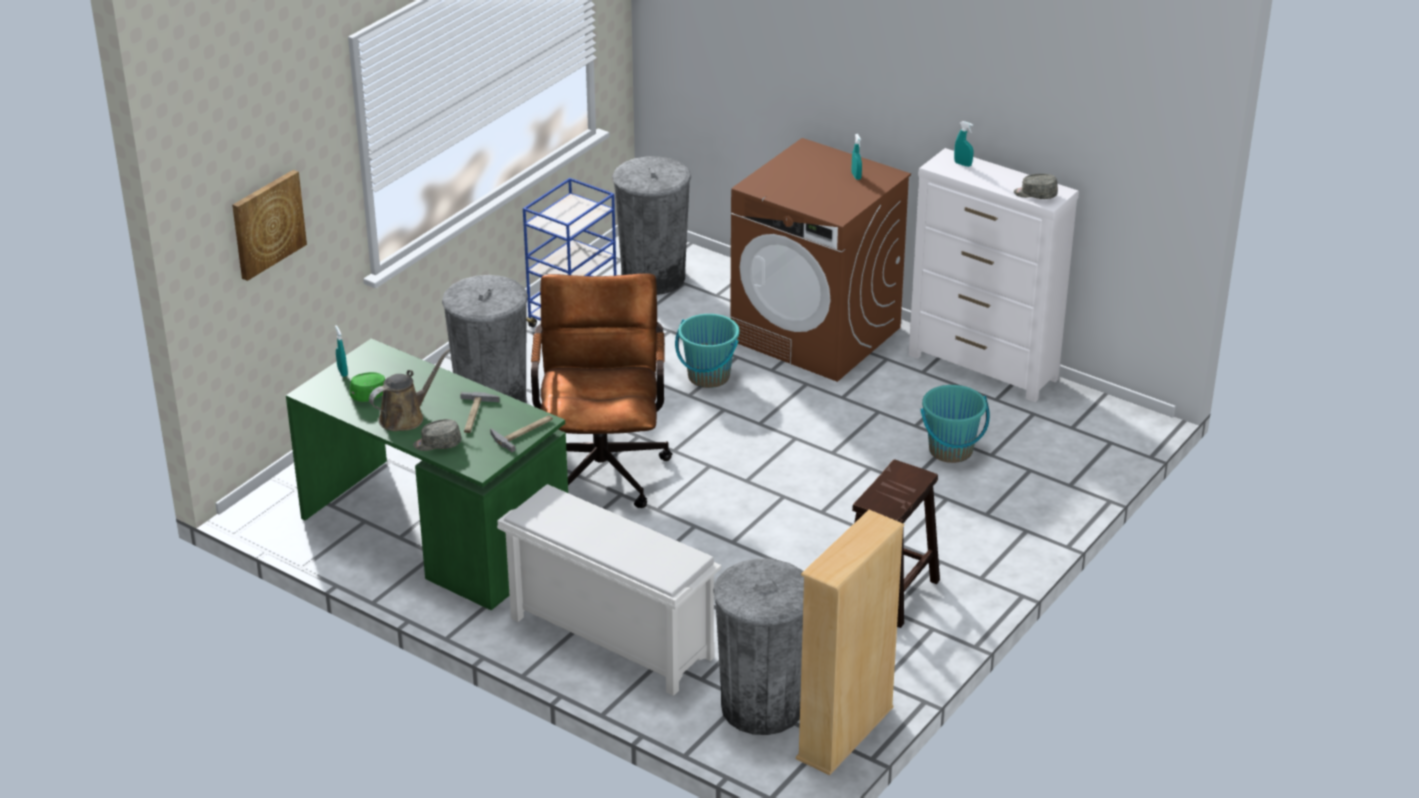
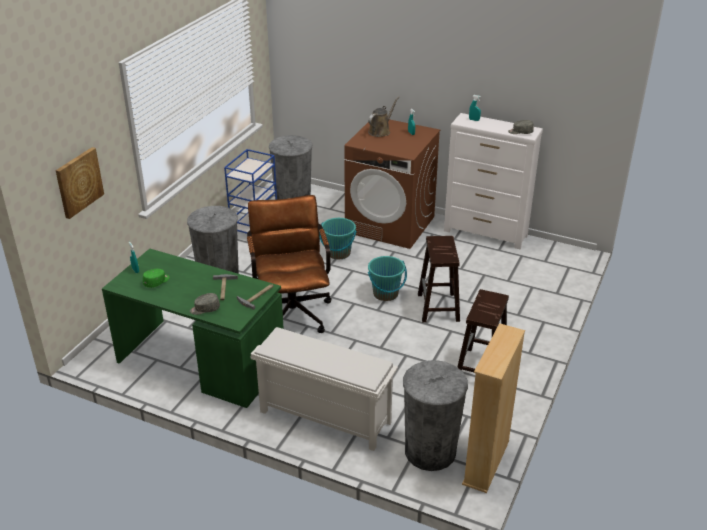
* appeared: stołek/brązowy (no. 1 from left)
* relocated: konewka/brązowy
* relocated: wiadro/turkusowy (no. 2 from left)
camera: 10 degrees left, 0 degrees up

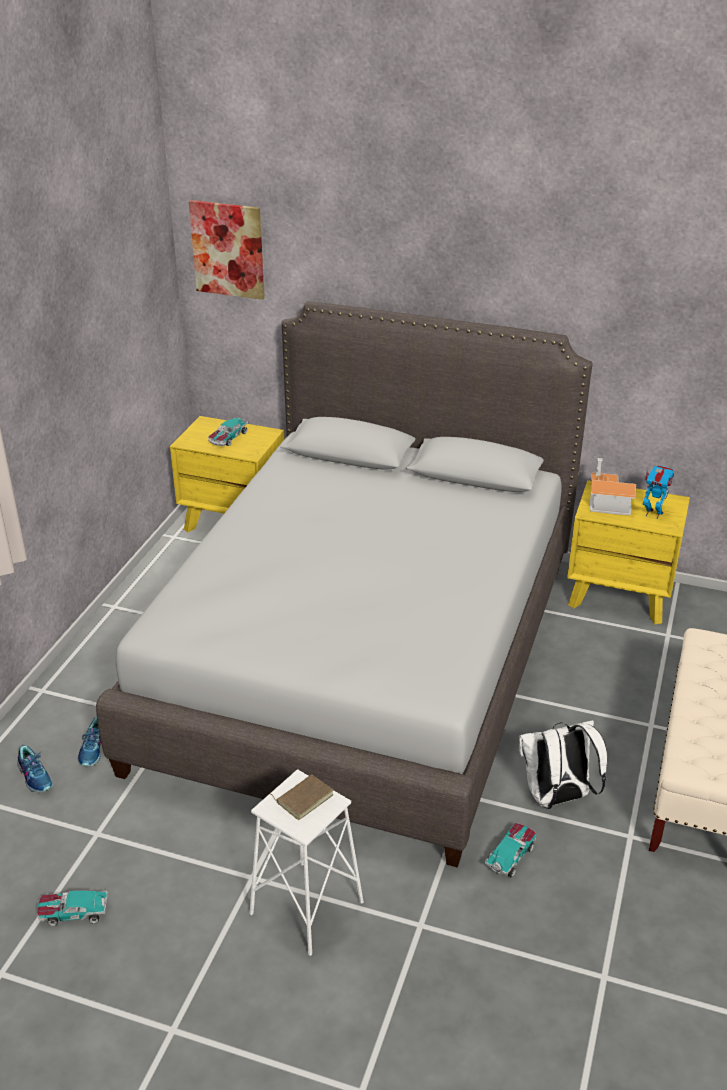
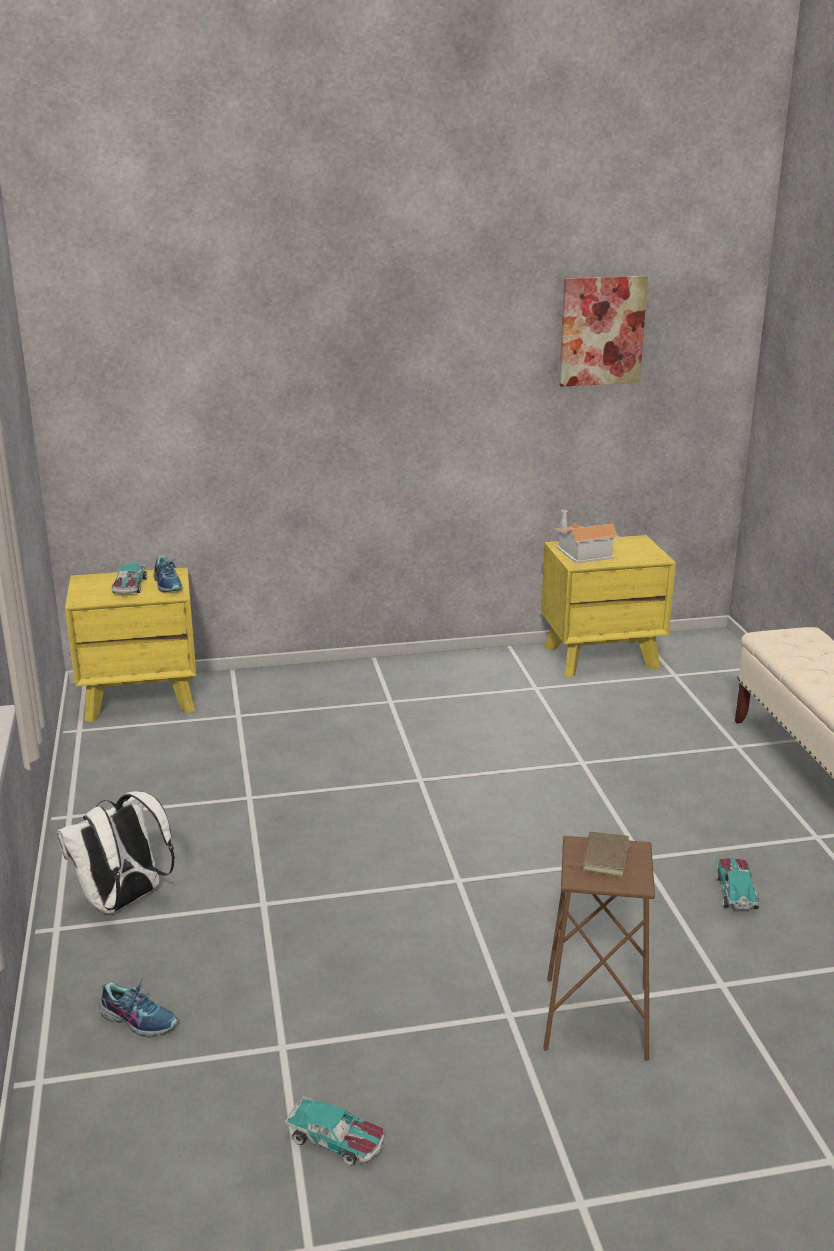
* missing: łóżko/szary
* missing: robot zabawkowy
* relocated: but (no. 2 from left)
* relocated: obraz
* relocated: plecak/biały
* colour: stołek/biały to stołek/brązowy
* spun: samochodzik (no. 1 from left in the first image) 120 degrees counterclockwise
camera: 30 degrees left, 10 degrees down

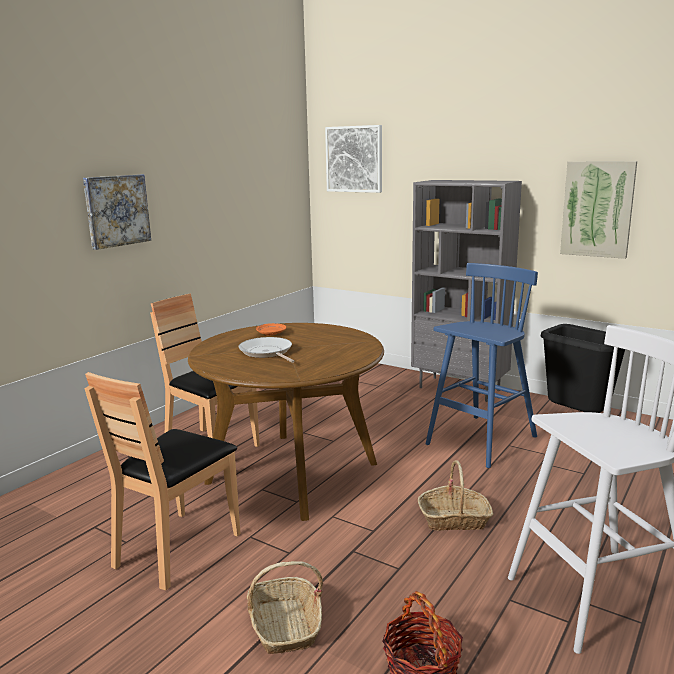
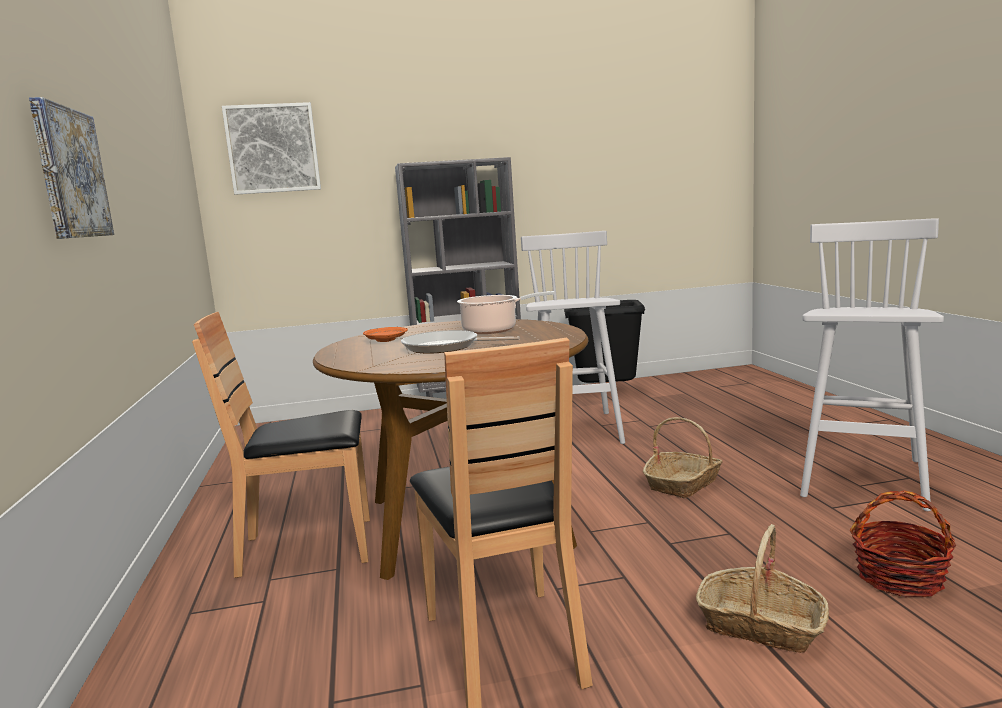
* missing: obraz (no. 3 from left)
* appeared: garnek
* colour: stołek/niebieski to stołek/biały (no. 1 from left)
camera: 45 degrees left, 5 degrees down

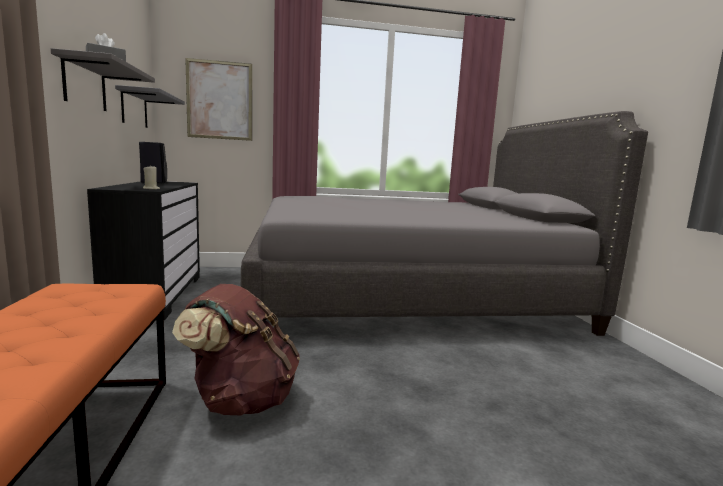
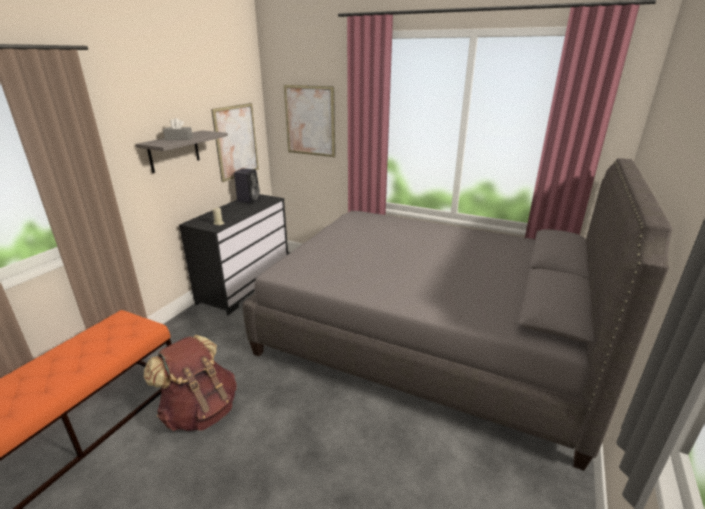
* exchanged: półka/szary (no. 2 from left) to obraz (no. 1 from left)
camera: 35 degrees right, 15 degrees up

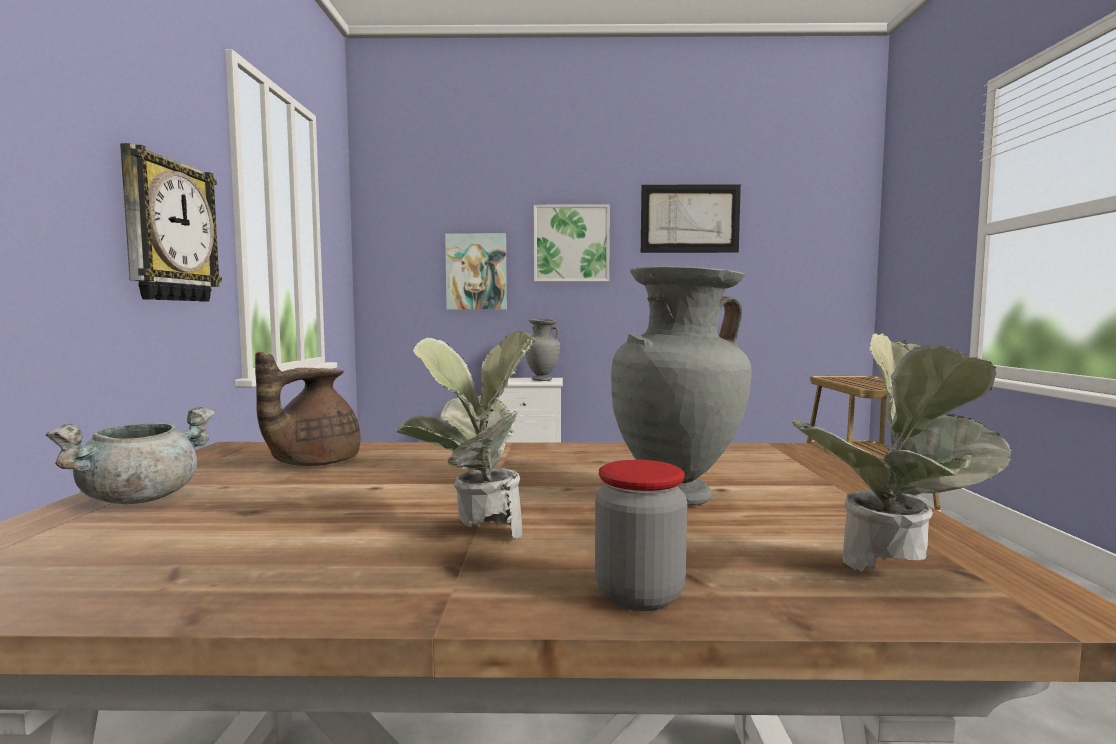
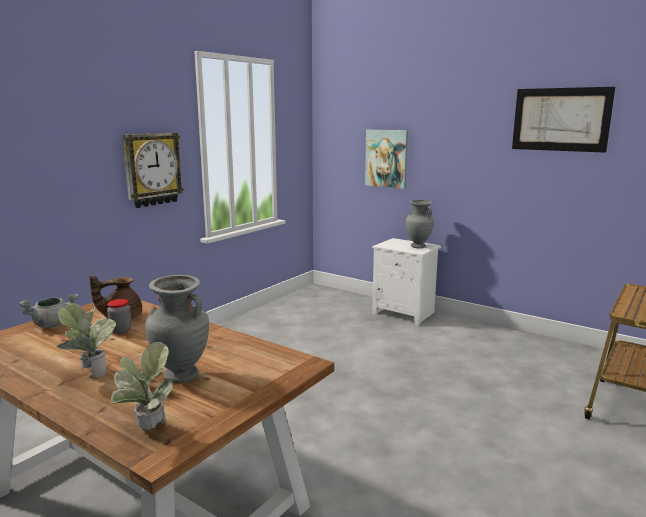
* missing: obraz (no. 2 from left)
* relocated: słoik
camera: 35 degrees right, 10 degrees up

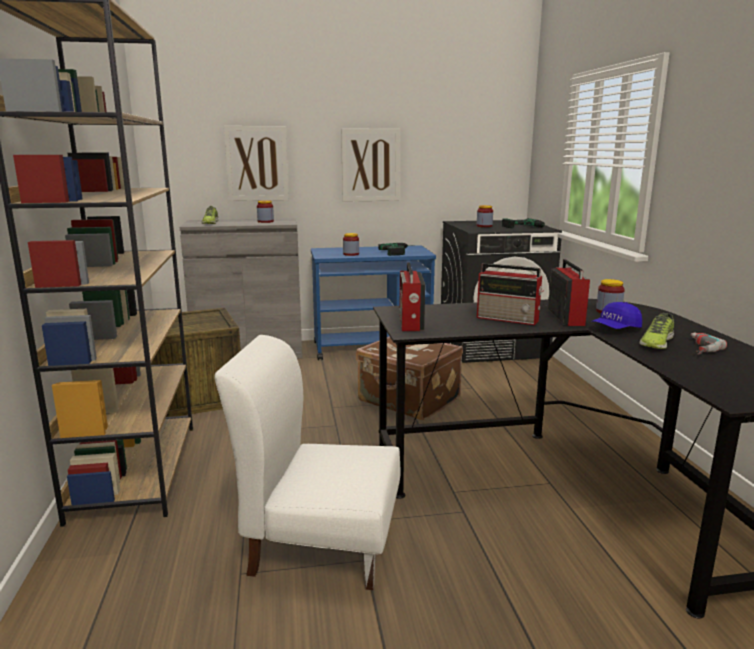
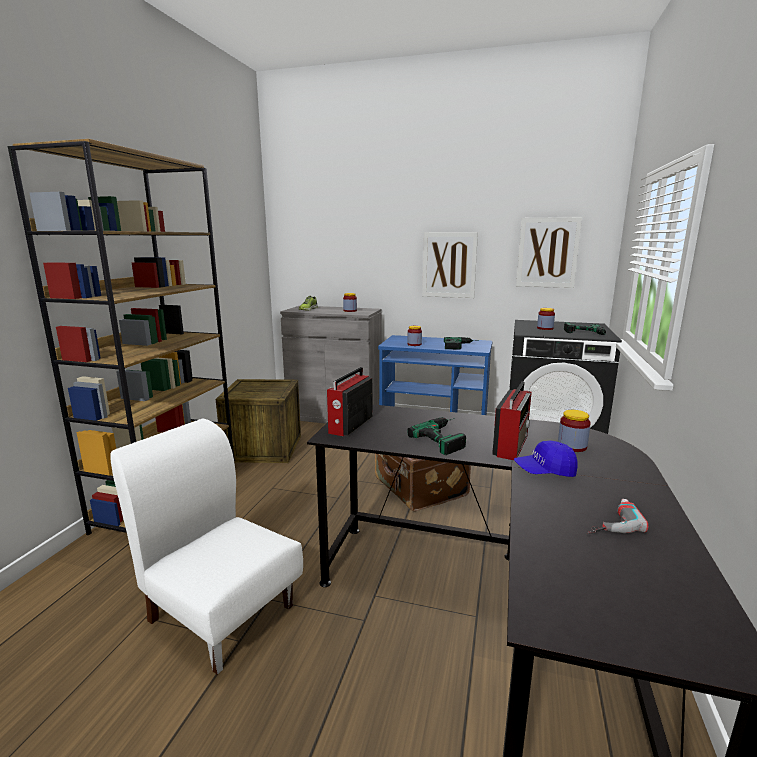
* missing: but (no. 2 from left)
* relocated: obraz (no. 1 from left in the first image) to obraz (no. 2 from left)
* exchanged: radio (no. 2 from left) to wiertarka (no. 1 from left)
camera: 25 degrees right, 0 degrees up

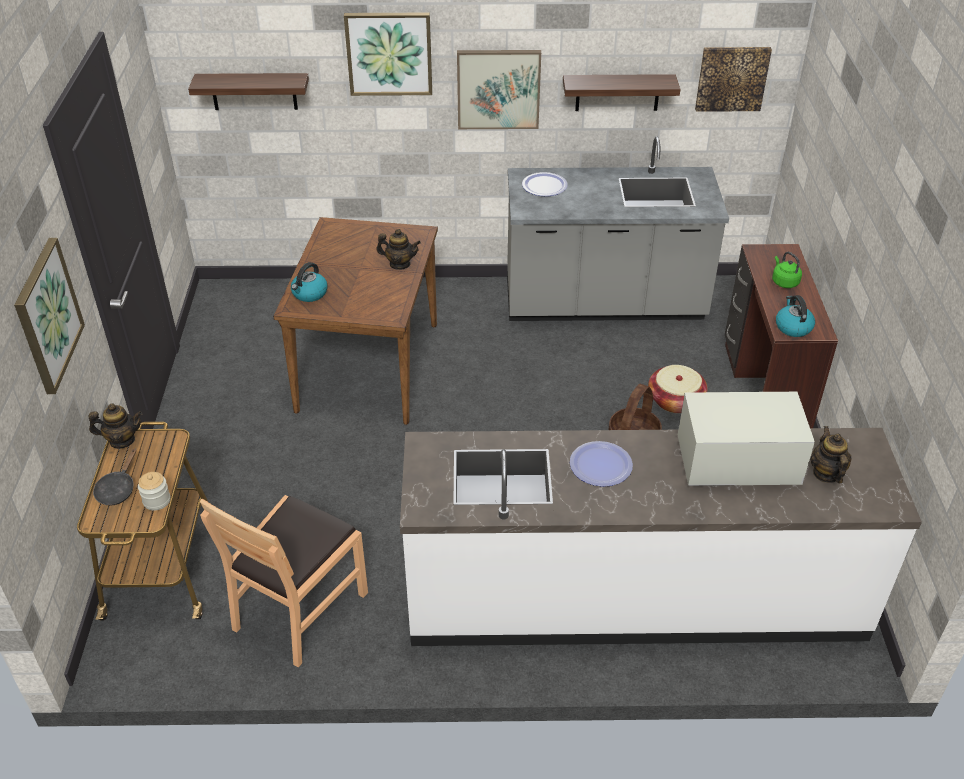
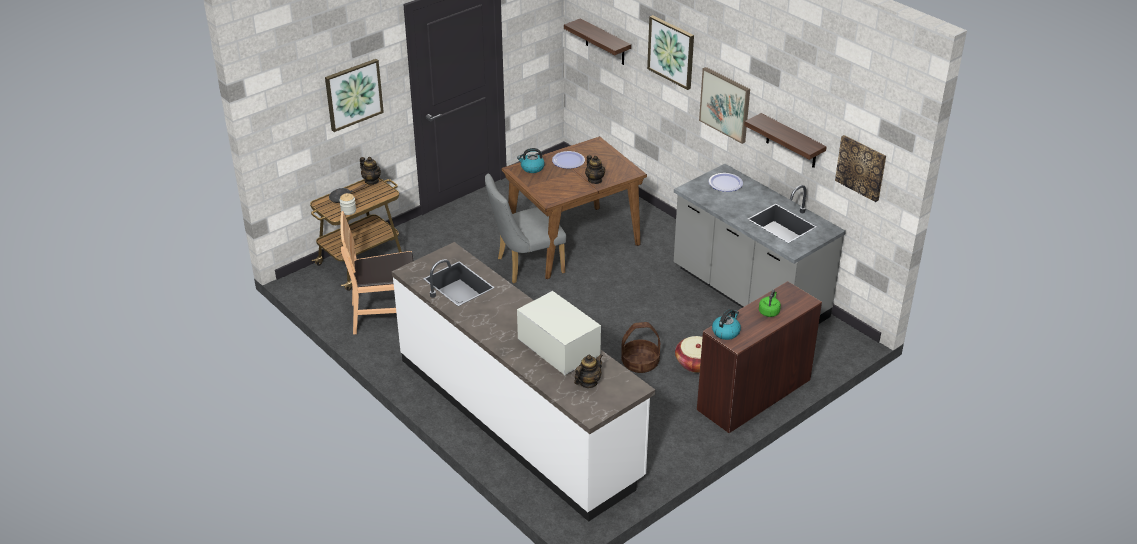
* appeared: krzesło/szary
* relocated: talerz (no. 2 from left in the first image) to talerz (no. 1 from left)
camera: 50 degrees right, 5 degrees down

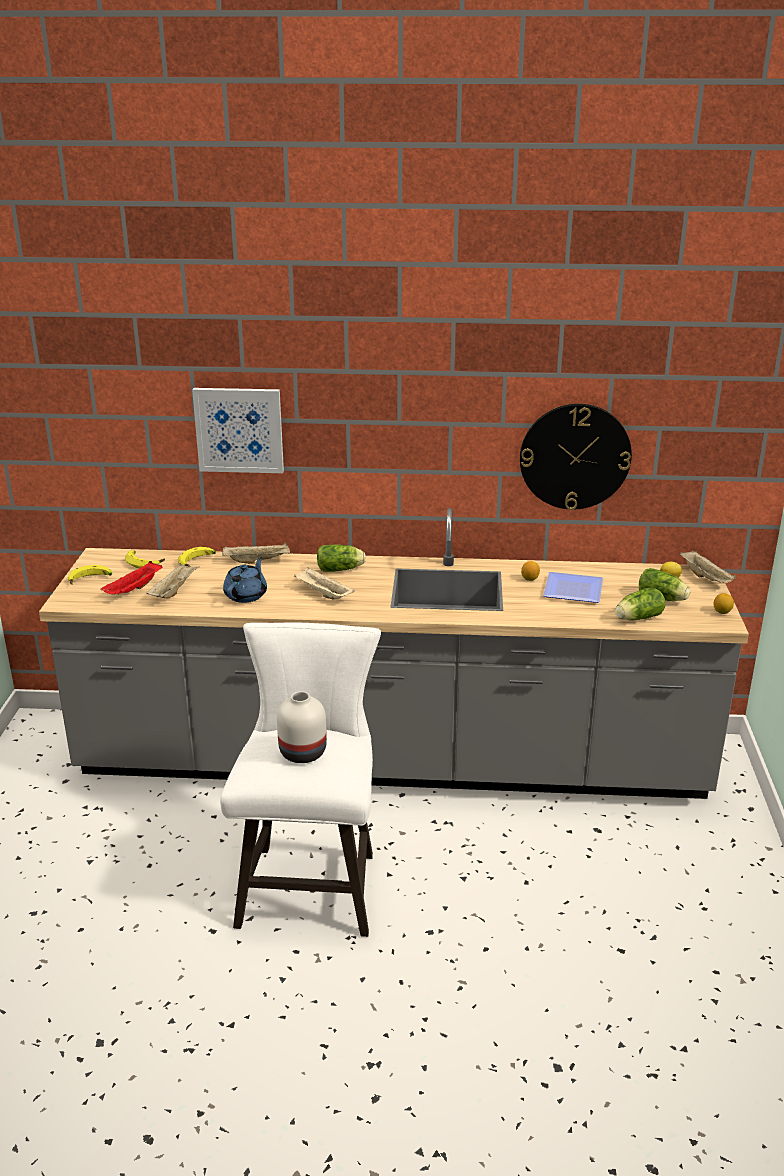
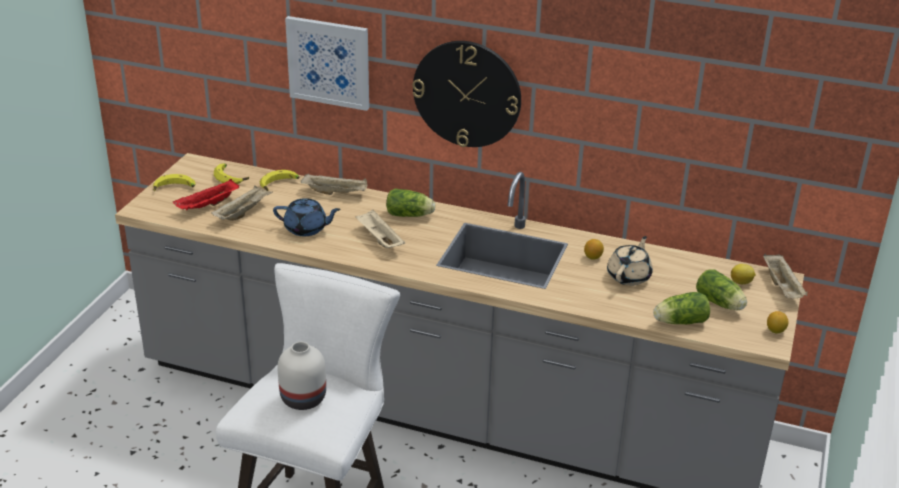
* relocated: zegar ścienny
* exchanged: talerz to imbryk/beżowy
* spun: imbryk/niebieski 60 degrees clockwise
camera: 15 degrees right, 5 degrees up

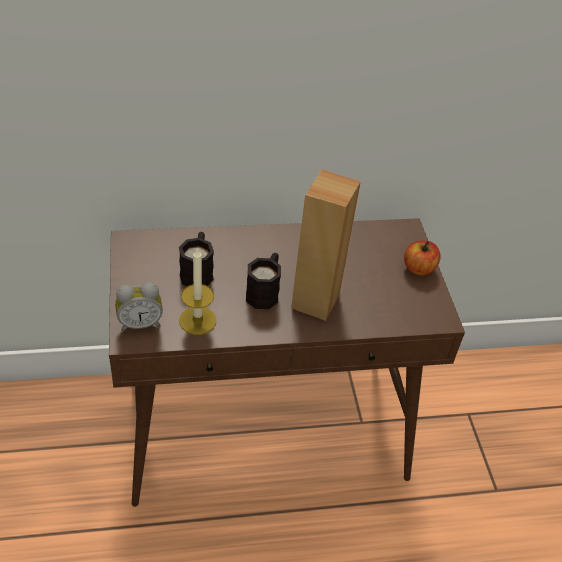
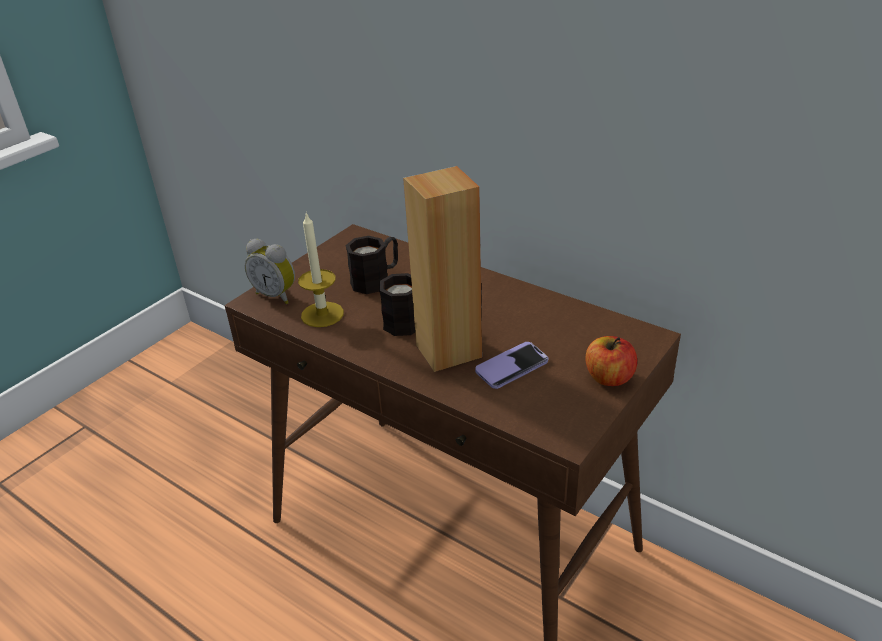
* appeared: telefon
camera: 50 degrees right, 10 degrees down

